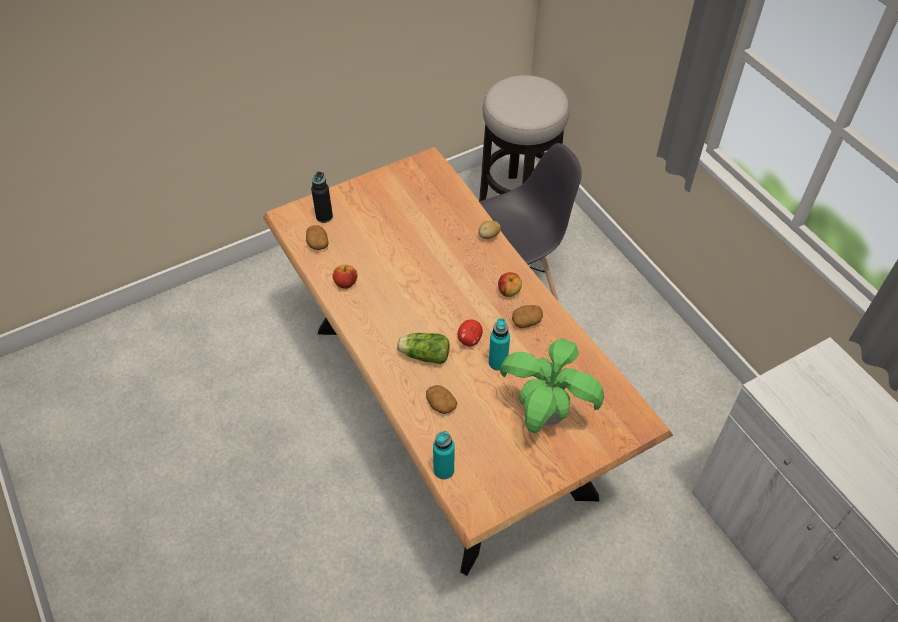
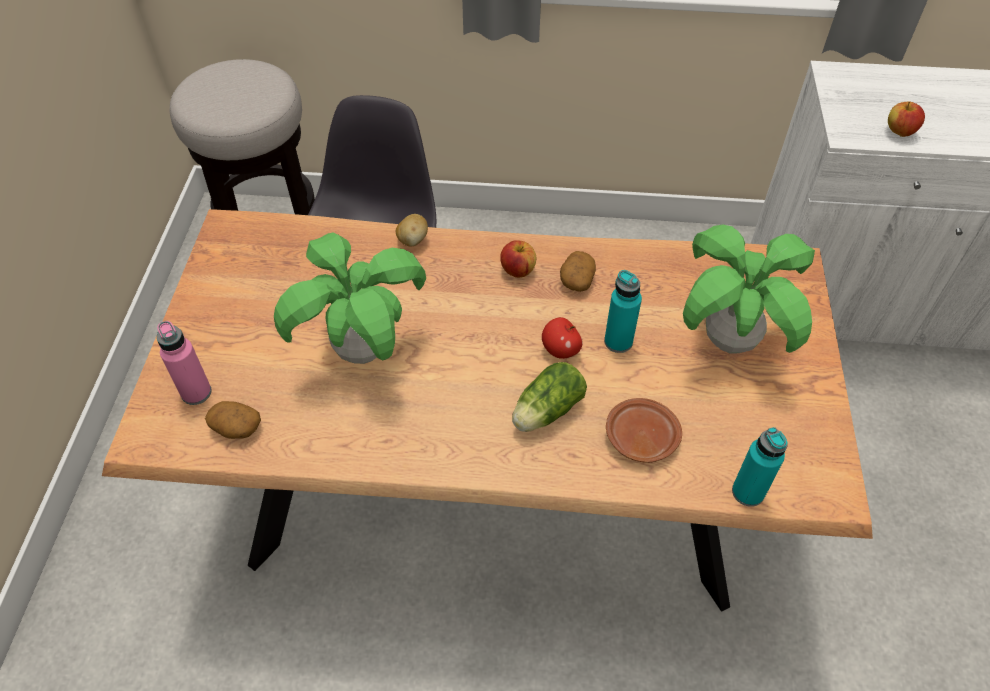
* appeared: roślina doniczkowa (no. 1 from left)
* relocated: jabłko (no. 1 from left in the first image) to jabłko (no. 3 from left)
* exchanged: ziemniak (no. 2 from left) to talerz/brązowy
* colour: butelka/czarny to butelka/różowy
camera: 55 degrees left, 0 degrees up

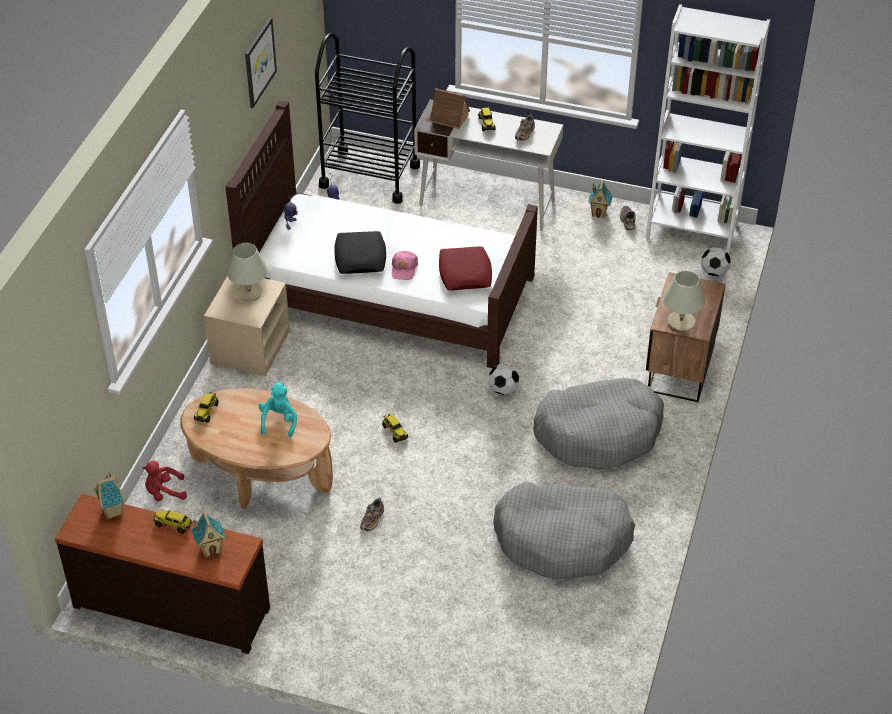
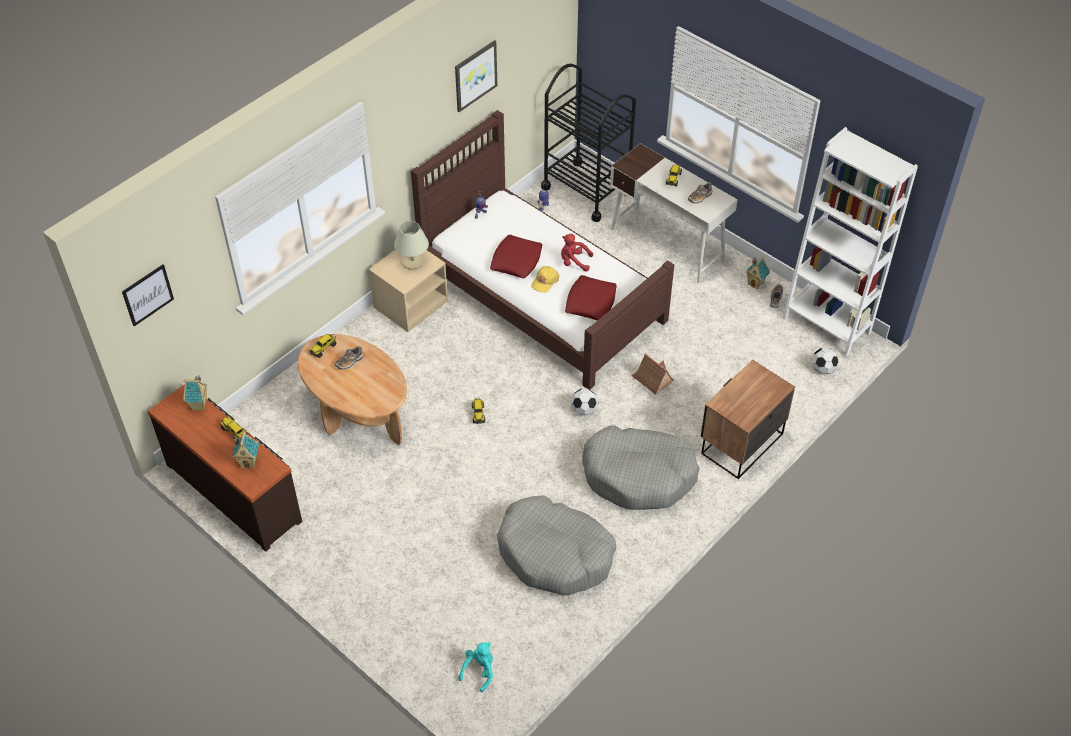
* missing: lampa stołowa/beżowy (no. 2 from left)
* appeared: obraz (no. 1 from left)
* relocated: pluszak/czerwony
* relocated: pluszak/turkusowy
* relocated: but (no. 1 from left)
* relocated: domek (no. 3 from left)
* colour: poduszka/czarny to poduszka/czerwony (no. 1 from left)
* colour: czapka z daszkiem/różowy to czapka z daszkiem/żółty
camera: 25 degrees right, 5 degrees up

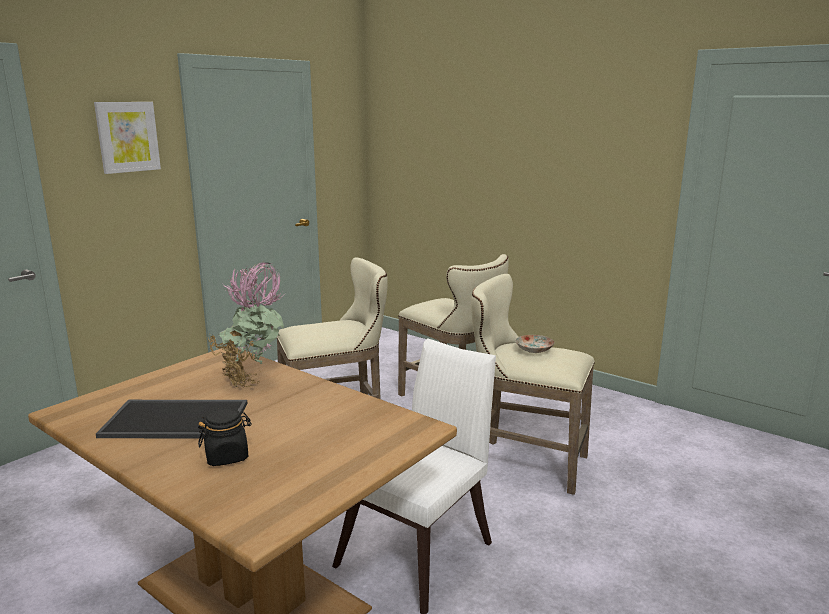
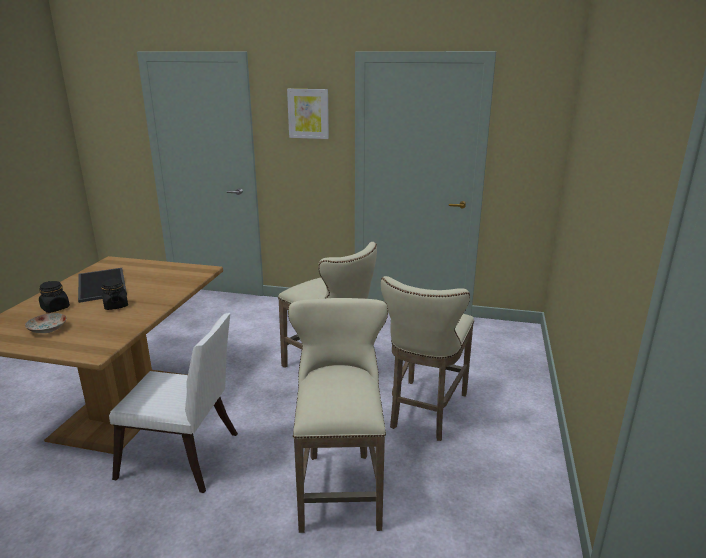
* missing: roślina doniczkowa
* appeared: słoik/czarny (no. 2 from left)
* relocated: talerz
camera: 65 degrees right, 5 degrees up

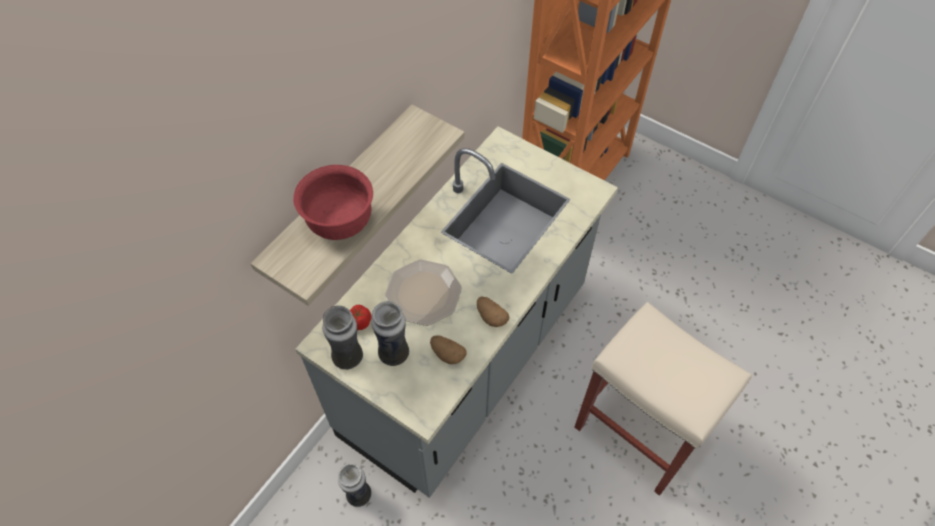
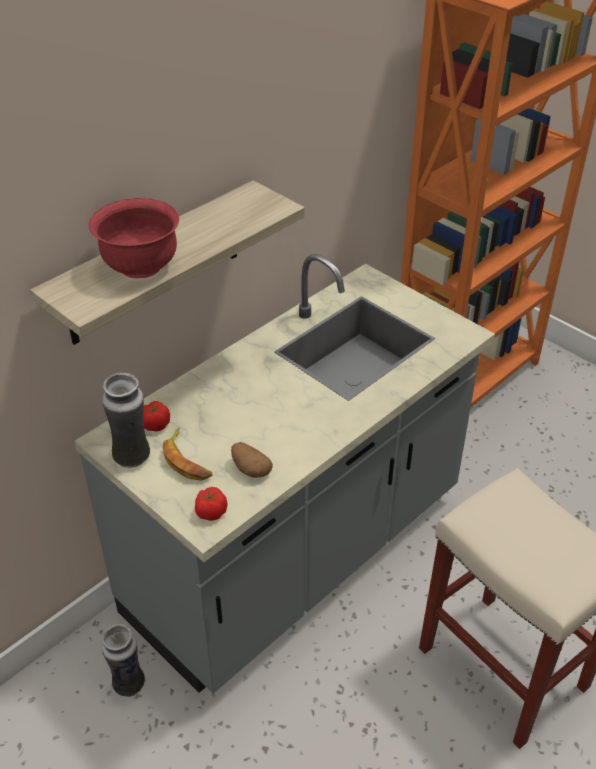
* missing: talerz
* missing: ziemniak (no. 2 from left)
* appeared: pomidor (no. 2 from left)
* exchanged: wazon (no. 3 from left) to banan
camera: 10 degrees right, 15 degrees down

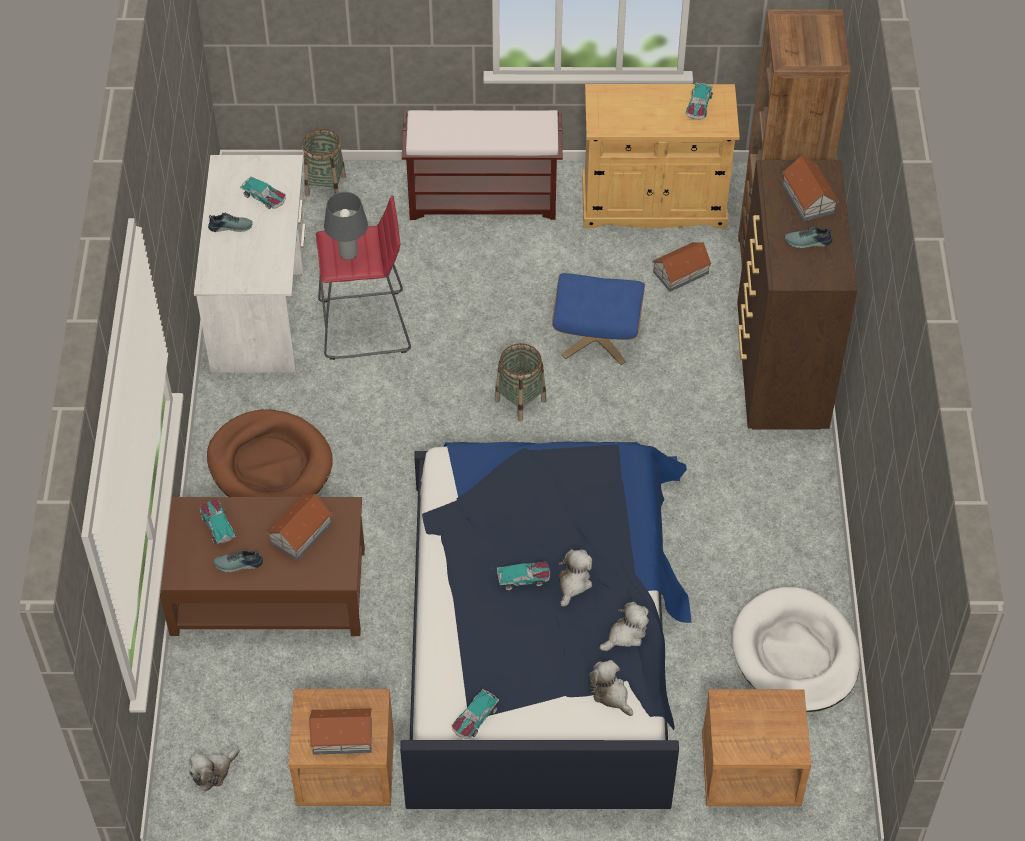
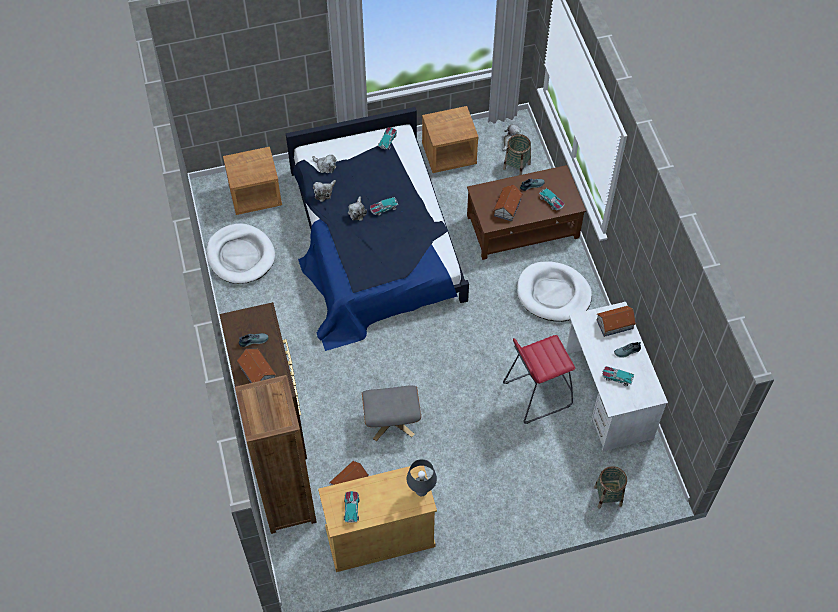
* missing: ławka/brązowy
* relocated: domek (no. 2 from left in the first image) to domek (no. 4 from left)
* relocated: lampa stołowa/szary
* relocated: koszyk (no. 2 from left in the first image) to koszyk (no. 1 from left)
* colour: legowisko/brązowy to legowisko/biały (no. 2 from left)
* colour: pufa/niebieski to pufa/szary
camera: 165 degrees right, 5 degrees up

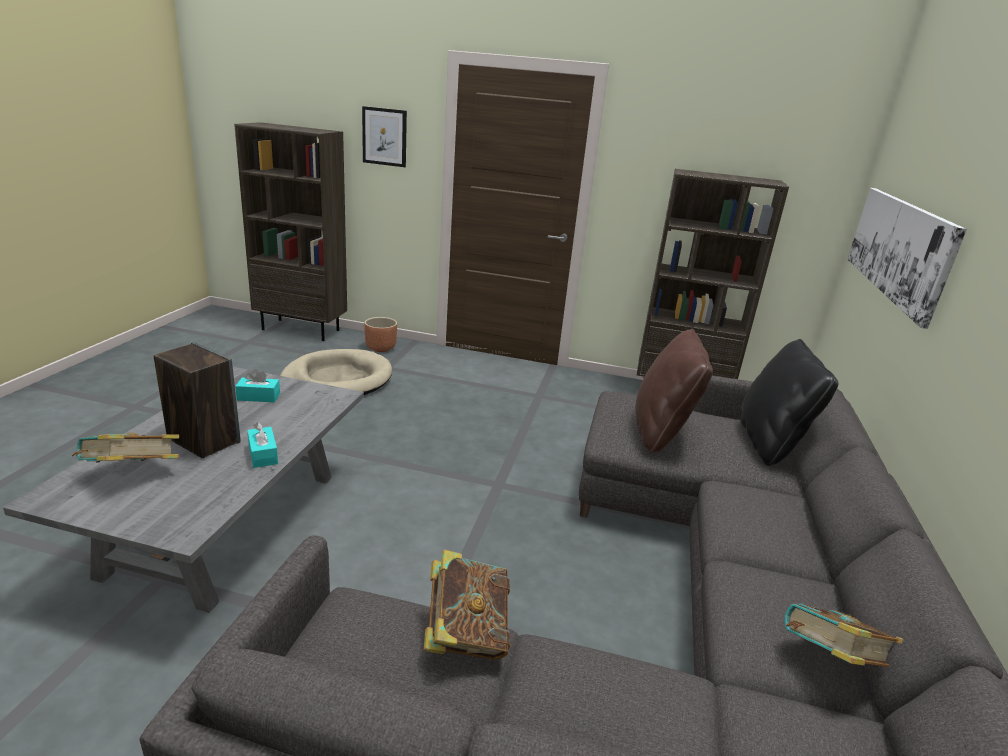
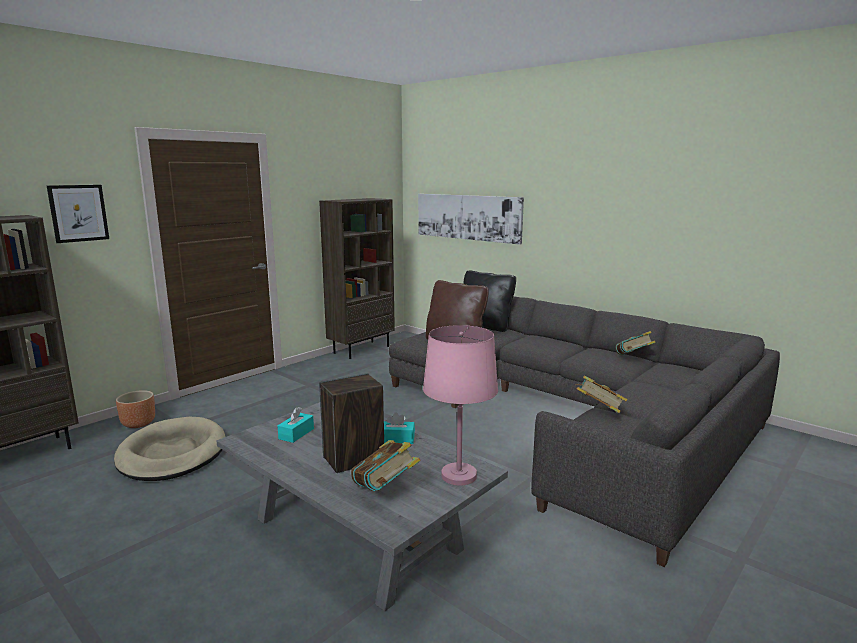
* appeared: lampa stołowa/różowy
camera: 60 degrees left, 10 degrees down

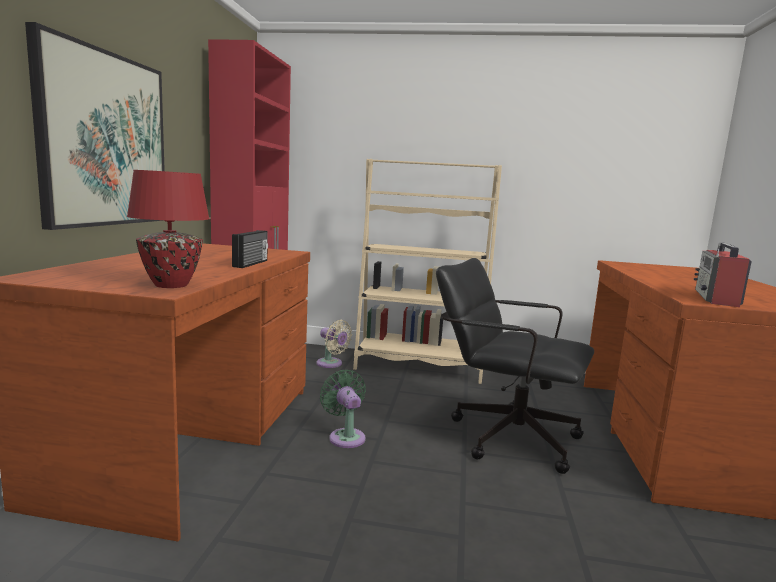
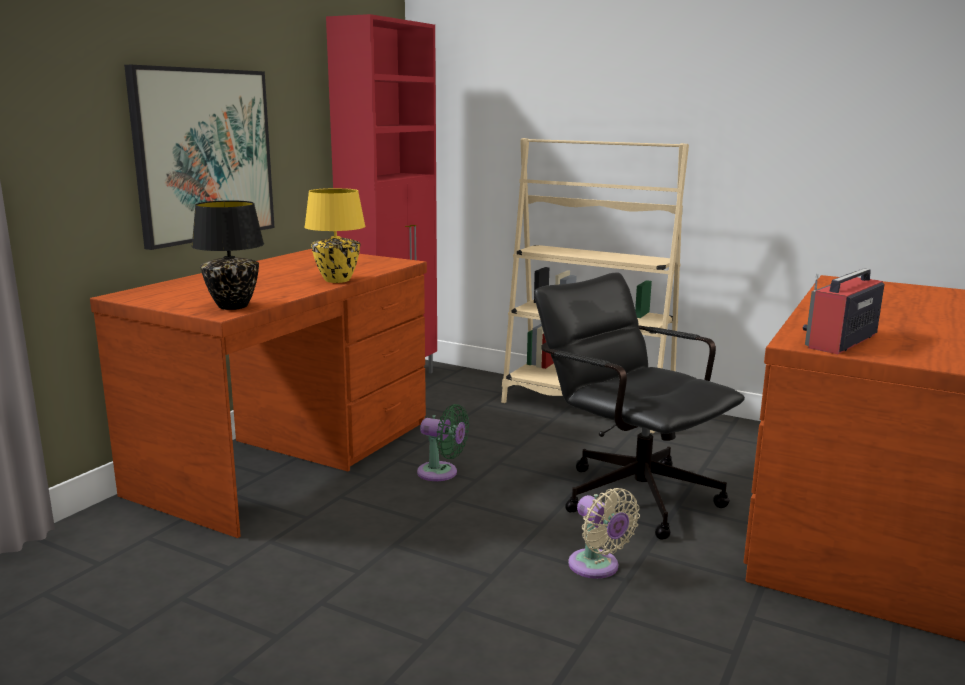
* relocated: wentylator/beżowy
* exchanged: radio (no. 1 from left) to lampa stołowa/żółty
* colour: lampa stołowa/czerwony to lampa stołowa/czarny
* spun: wentylator/zielony 120 degrees clockwise
camera: 20 degrees right, 5 degrees up

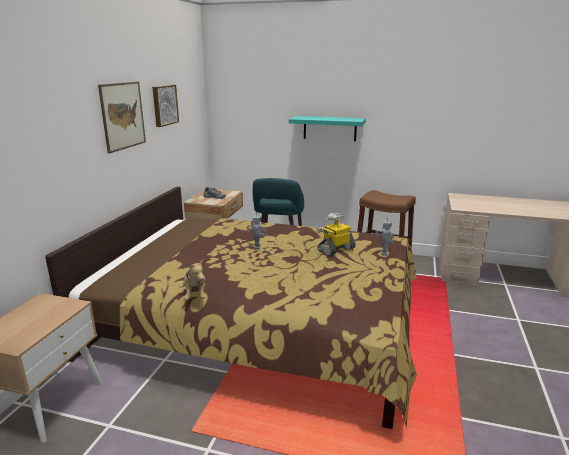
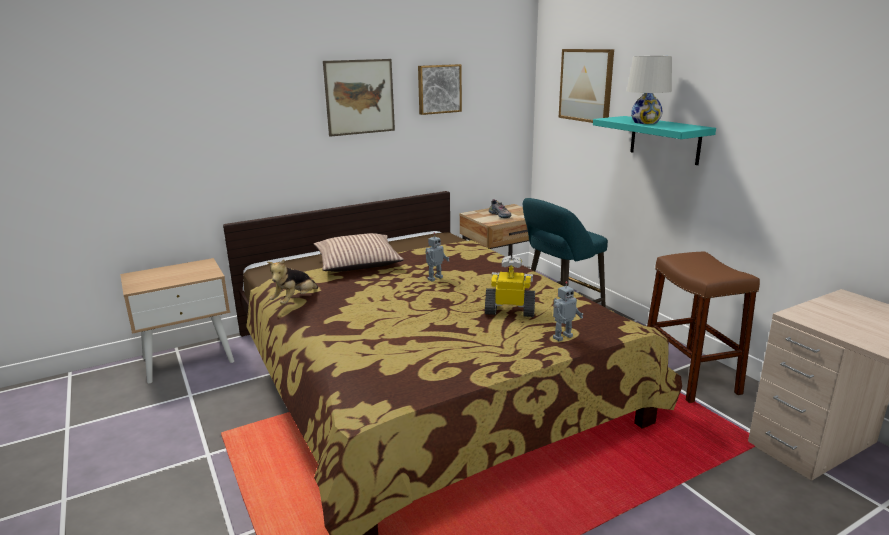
* appeared: poduszka
* appeared: obraz (no. 3 from left)
* appeared: lampa stołowa/biały
camera: 45 degrees right, 0 degrees up

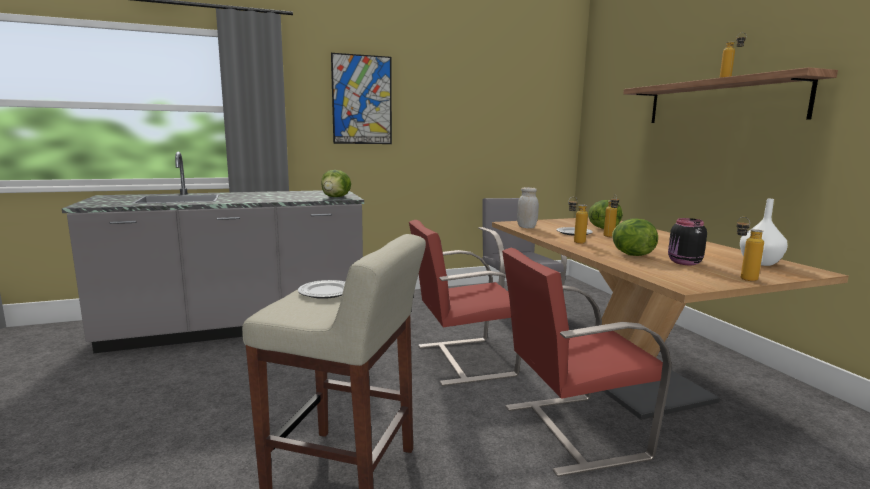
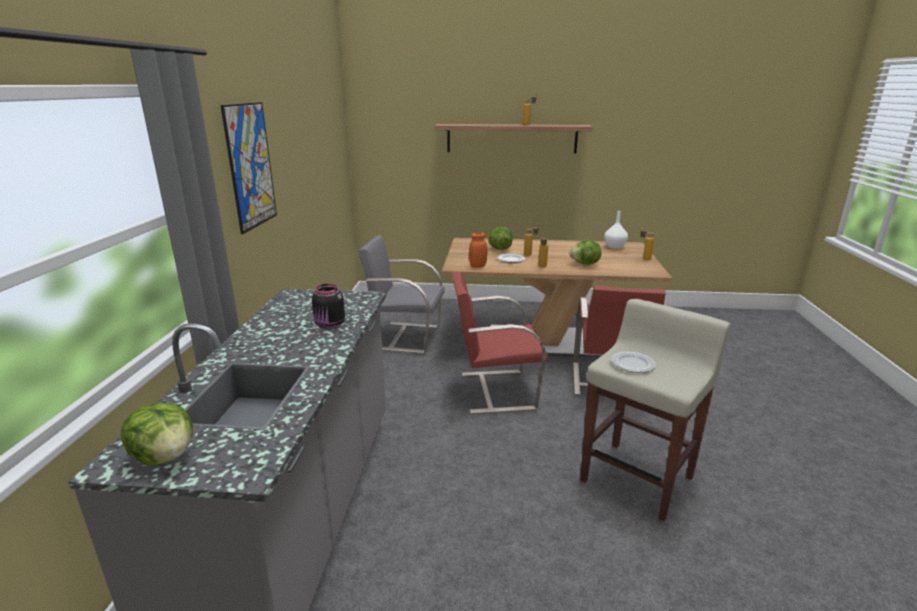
* relocated: sałata (no. 1 from left)
* relocated: słoik/czarny
* colour: słoik/biały to słoik/pomarańczowy
* spun: krzesło/czerwony (no. 1 from left) 75 degrees clockwise
camera: 65 degrees left, 10 degrees up

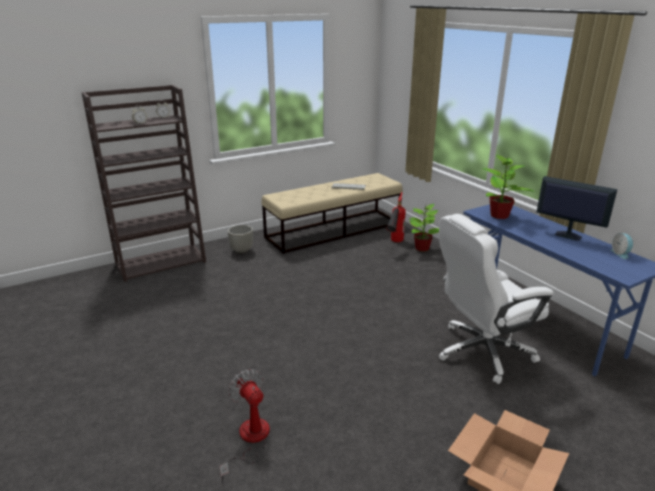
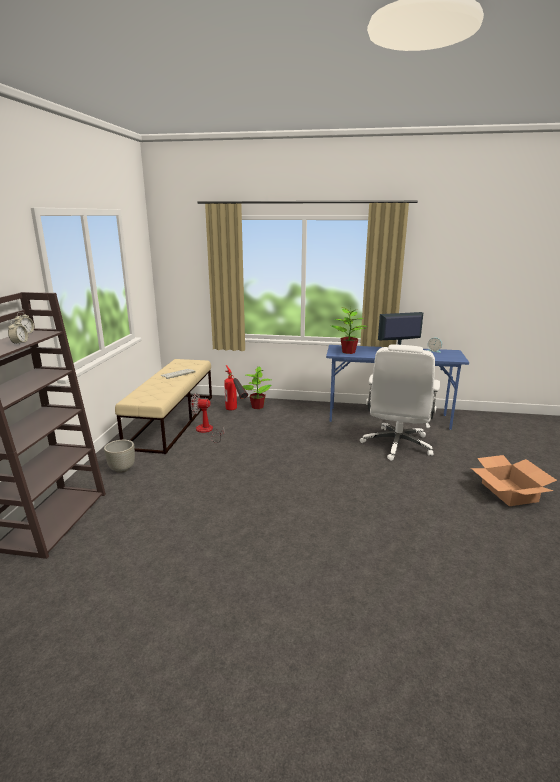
* relocated: wentylator
camera: 50 degrees left, 5 degrees down

